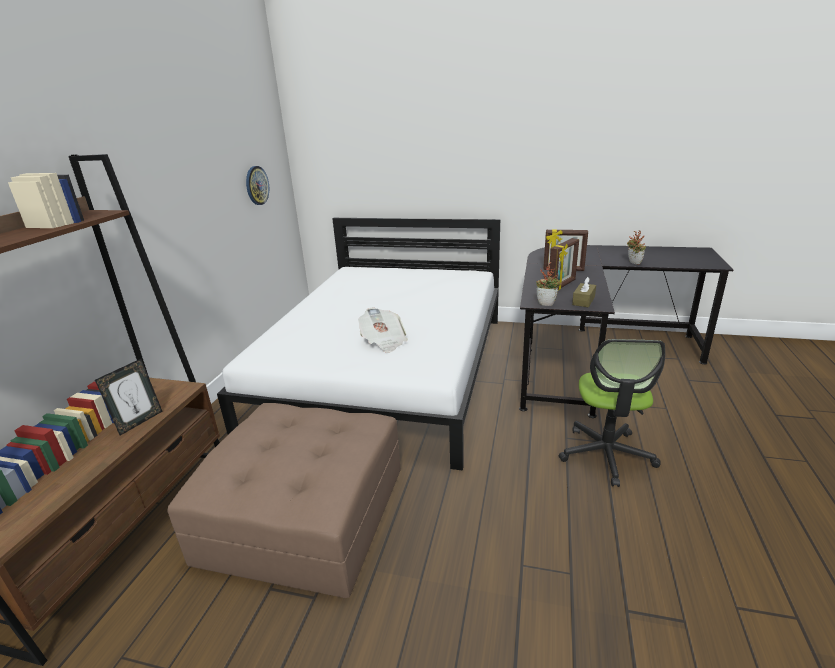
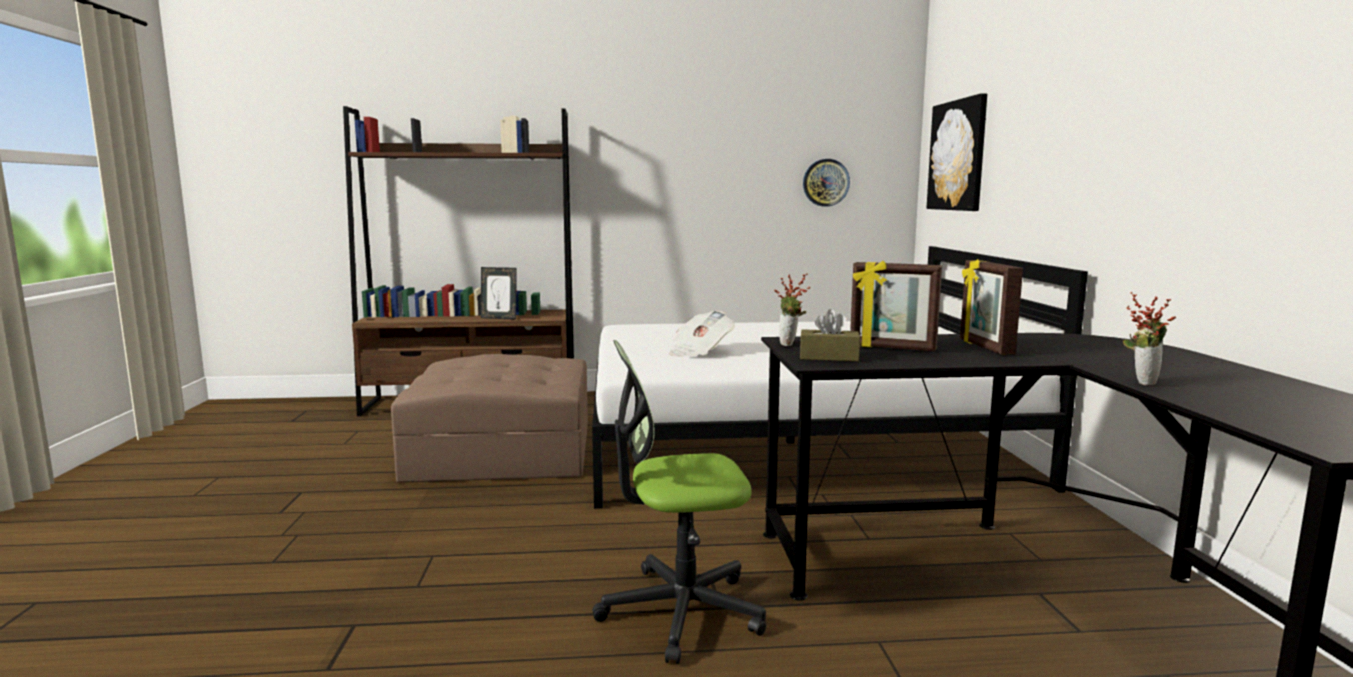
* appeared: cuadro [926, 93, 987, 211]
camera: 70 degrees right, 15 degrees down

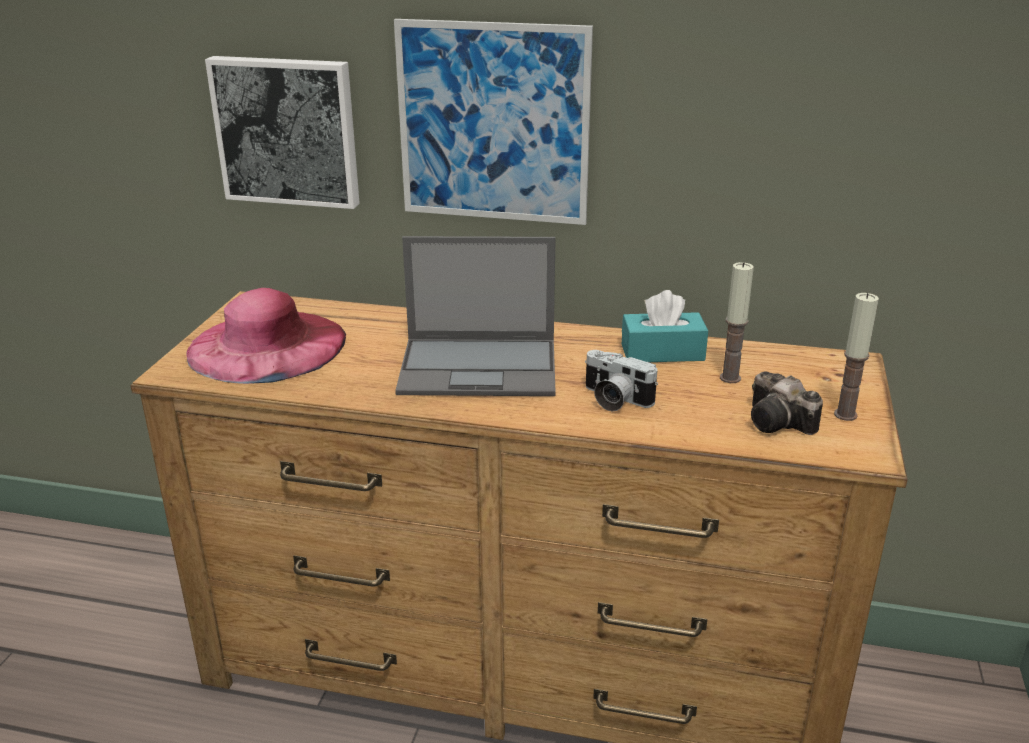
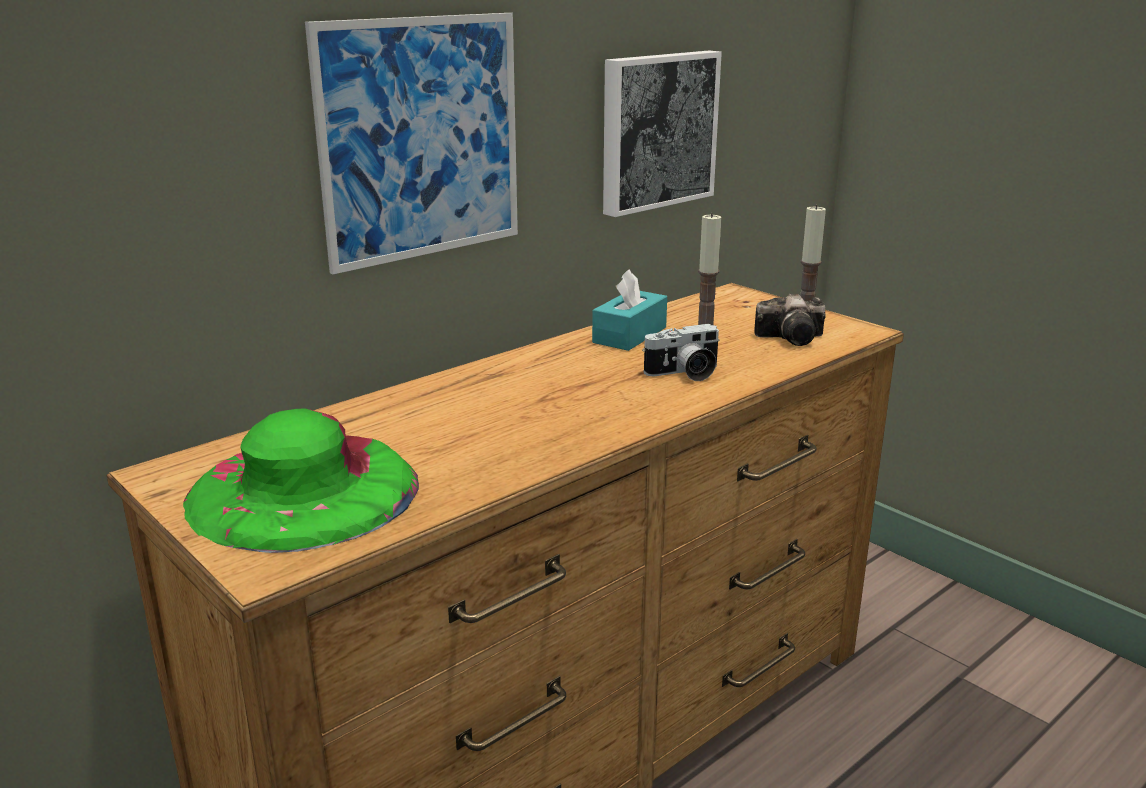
* colour: sombrero [rosa] [186, 288, 346, 384] to sombrero [verde] [183, 409, 419, 553]
* relocated: cuadro [205, 56, 360, 209] to [603, 51, 722, 217]
* missing: portátil [395, 236, 556, 396]
camera: 55 degrees left, 5 degrees down

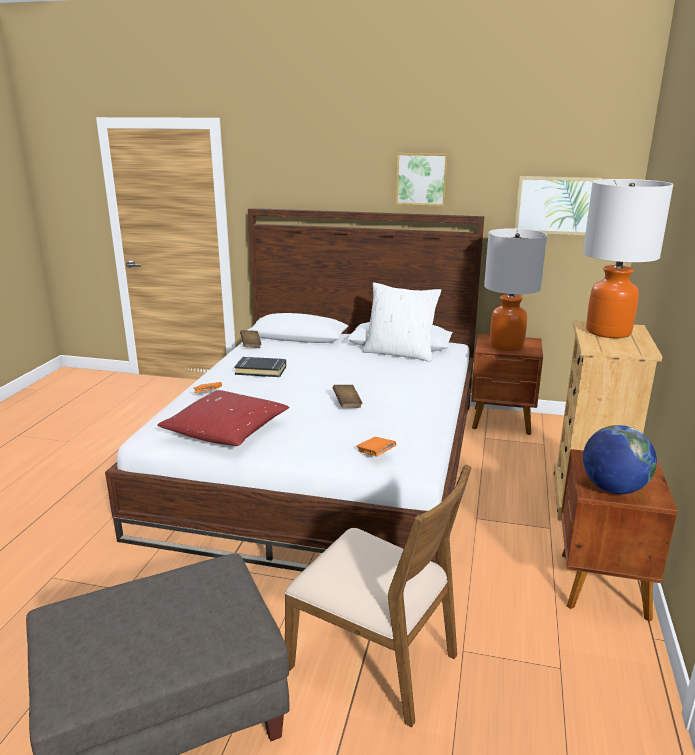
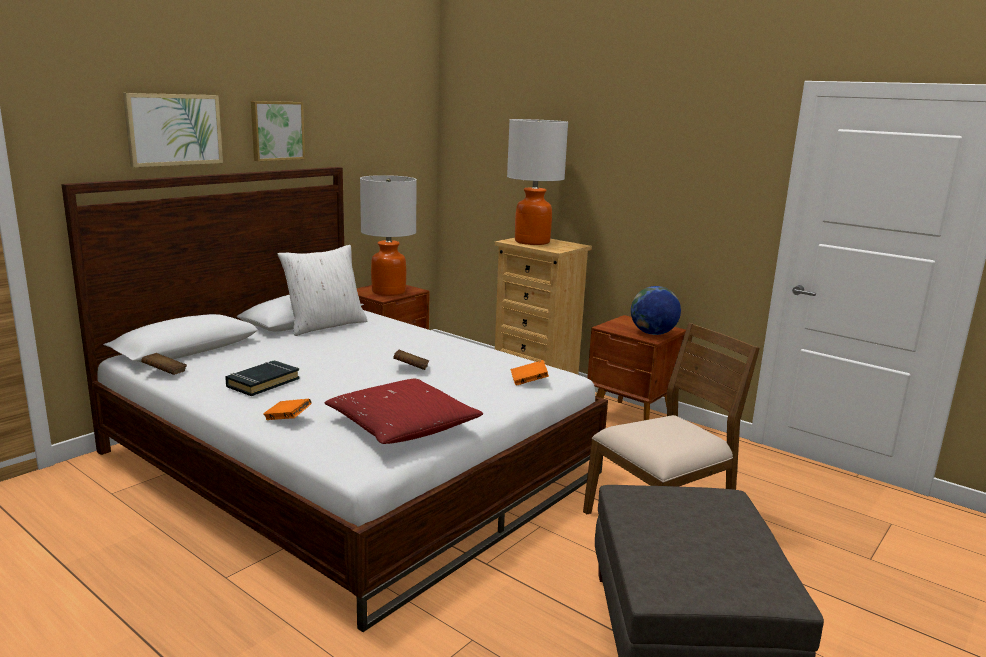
* relocated: cuadro [515, 176, 602, 235] to [123, 93, 223, 167]
camera: 65 degrees left, 5 degrees down

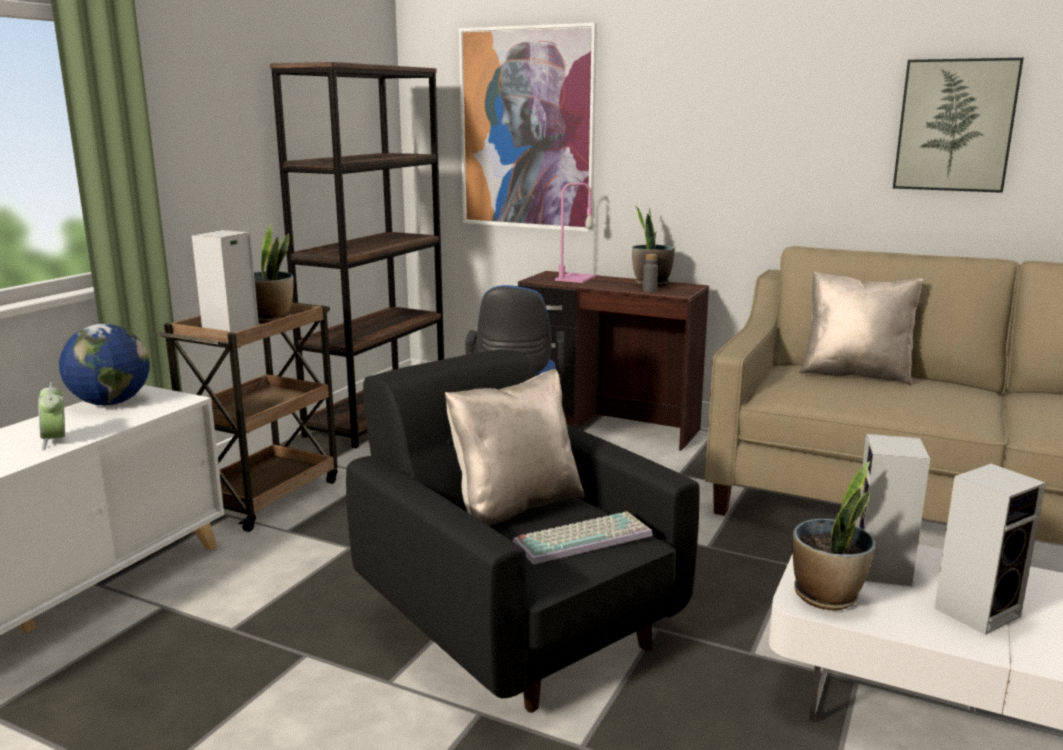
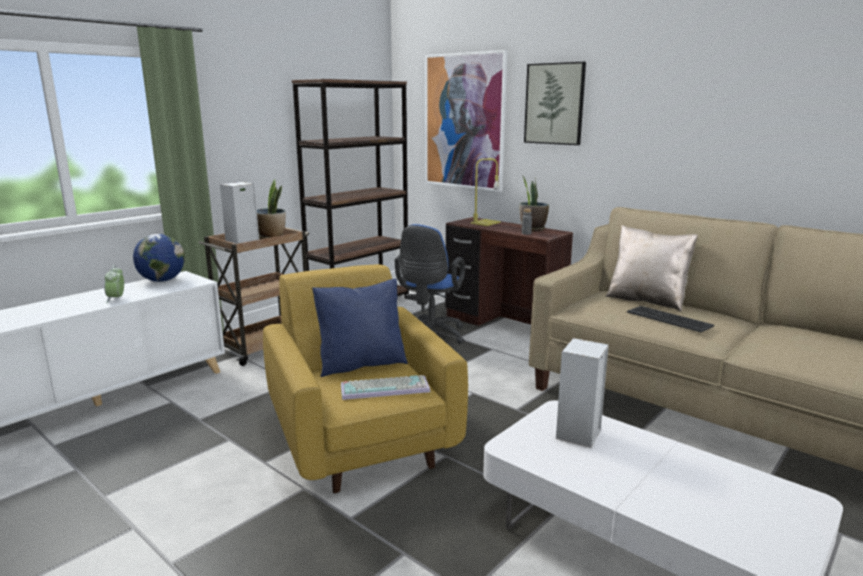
* colour: sillón [negro] [346, 349, 699, 713] to sillón [amarillo] [263, 264, 468, 493]
* colour: cojín [beis] [445, 369, 585, 526] to cojín [azul] [312, 279, 408, 377]
* colour: lámpara de mesa [rosa] [555, 183, 596, 283] to lámpara de mesa [amarillo] [471, 158, 501, 226]
* missing: planta en maceta [792, 461, 875, 610]
* relocated: cuadro [893, 58, 1024, 193] to [524, 62, 586, 145]
* missing: altavoz [934, 463, 1046, 635]
* appeared: teclado [627, 306, 714, 332]
camera: 15 degrees right, 0 degrees up

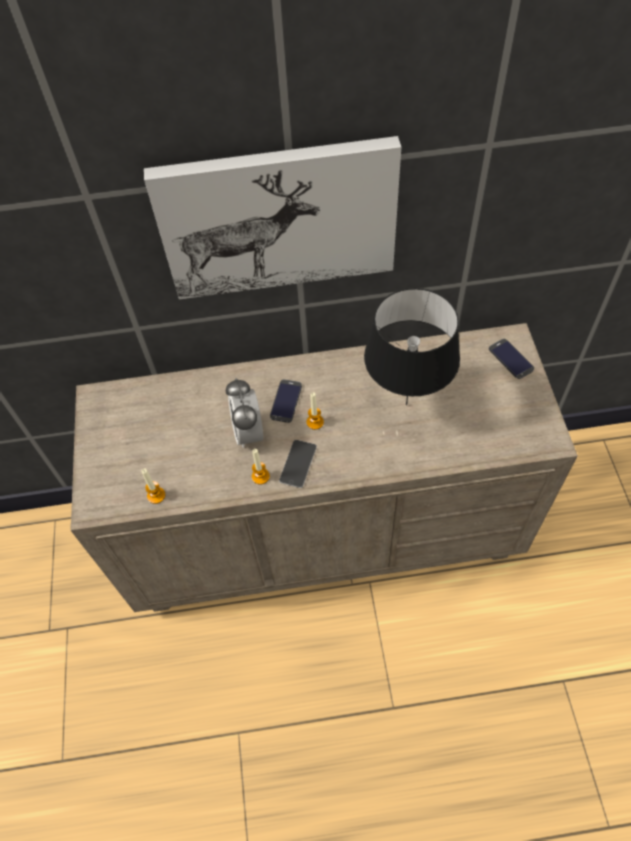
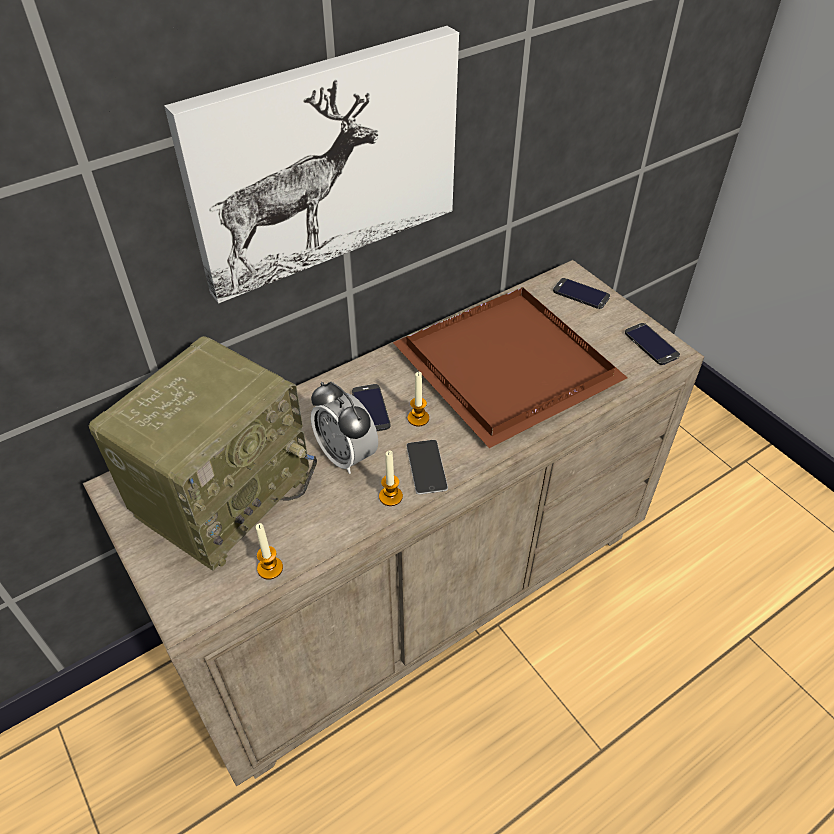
* exchanged: lámpara de mesa [negro] [364, 288, 460, 405] to bandeja [marrón] [393, 287, 628, 448]
* appeared: radio [89, 336, 317, 571]
* appeared: móvil [625, 323, 680, 365]
camera: 30 degrees left, 10 degrees down

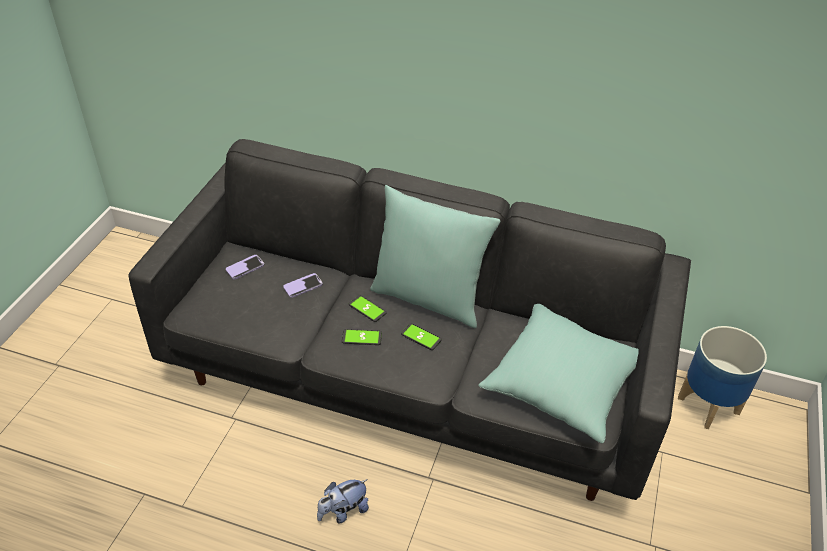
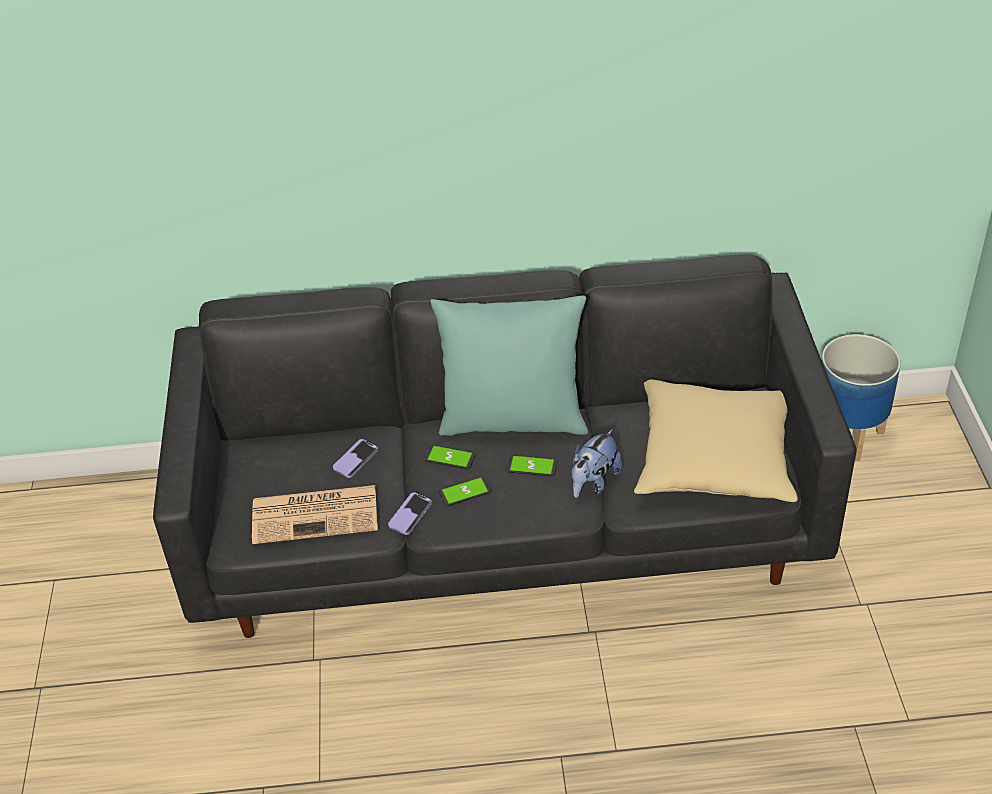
* relocated: móvil [226, 255, 264, 279] to [388, 492, 432, 535]
* relocated: peluche [317, 479, 369, 523] to [571, 429, 622, 498]
* colour: cojín [turquesa] [478, 304, 639, 443] to cojín [beis] [634, 379, 798, 502]
* appeared: periódico [252, 485, 378, 544]
camera: 20 degrees left, 0 degrees up

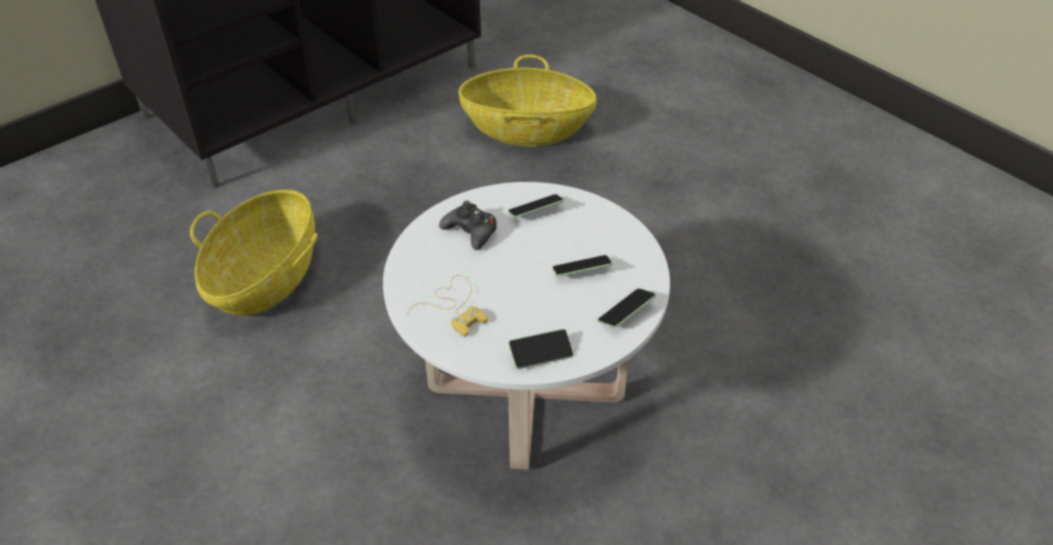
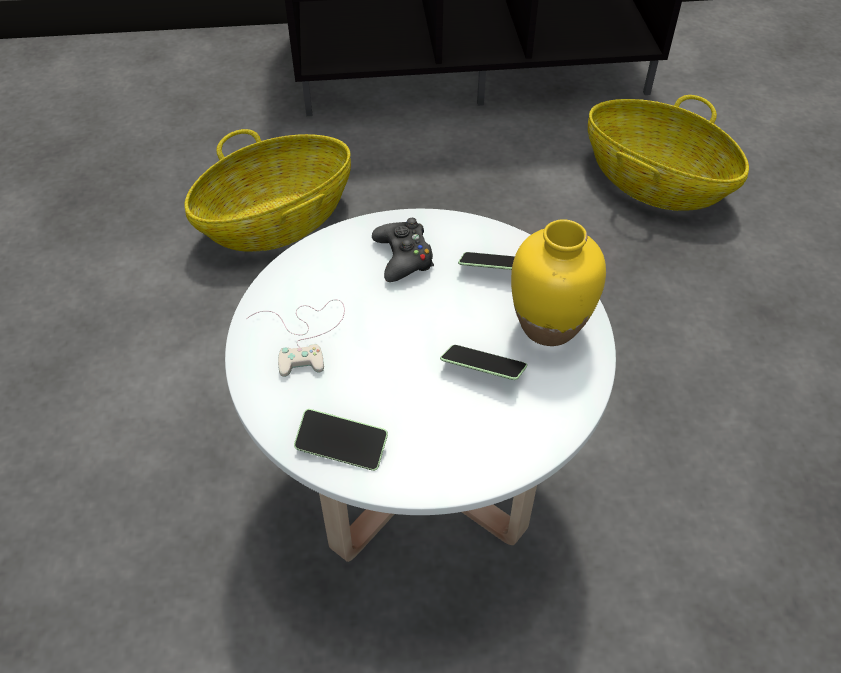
* colour: mando de consola [amarillo] [407, 275, 488, 337] to mando de consola [blanco] [246, 299, 345, 377]
* missing: móvil [598, 288, 657, 328]
* appeared: florero [amarillo] [511, 219, 606, 346]
camera: 35 degrees right, 5 degrees up

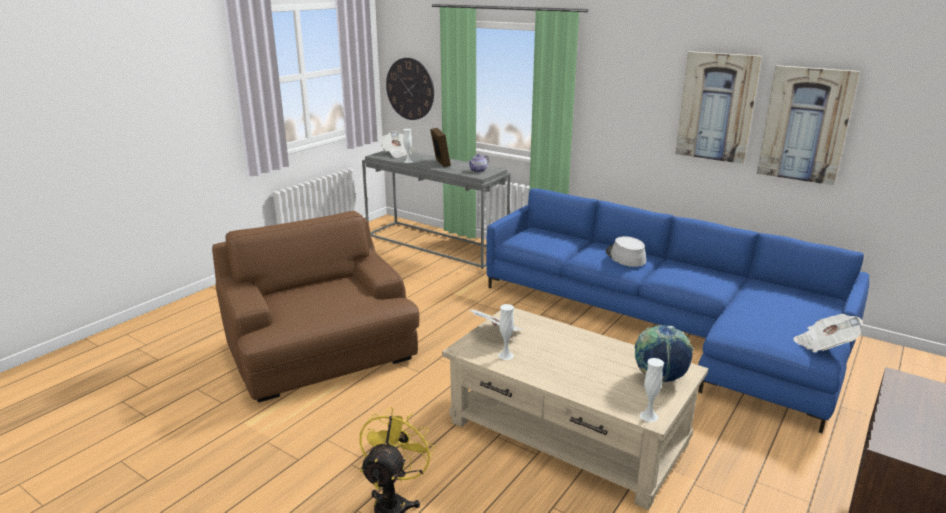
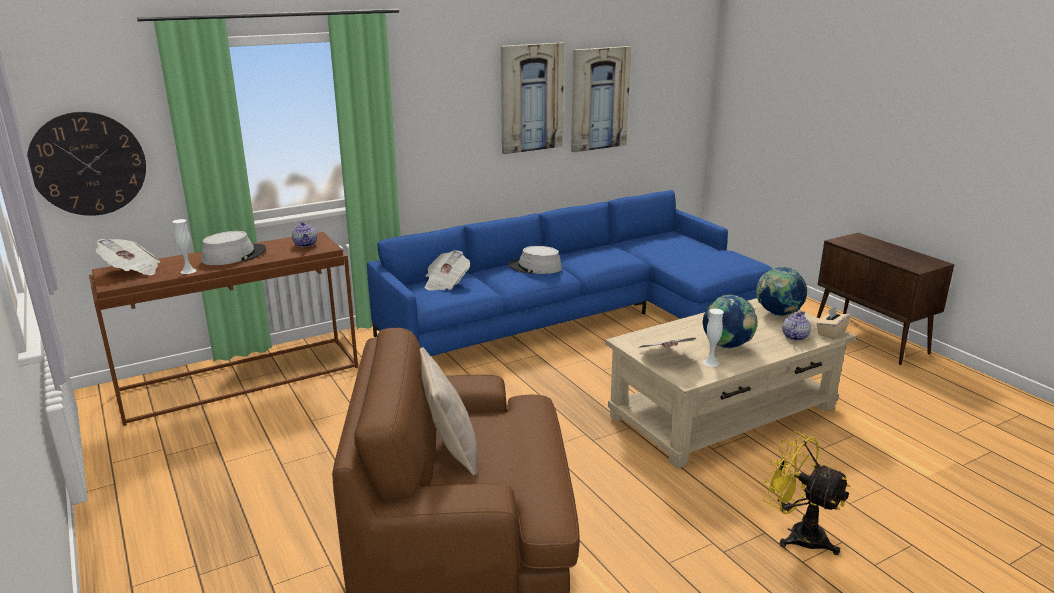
* colour: mesa consola [gris] [362, 150, 511, 269] to mesa consola [marrón] [89, 232, 358, 426]
* exchanged: portarretratos [430, 128, 451, 167] to sombrero [gris] [202, 231, 266, 265]
* exchanged: florero [blanco] [640, 358, 664, 422] to caja de pañuelos [beis] [816, 306, 851, 339]
* relocated: periódico [793, 314, 863, 353] to [425, 250, 470, 290]
* appeared: cojín [beis] [420, 347, 477, 475]
* appeared: globo terráqueo [703, 295, 758, 349]
* appeared: tetera [782, 311, 811, 341]
camera: 65 degrees left, 0 degrees up

